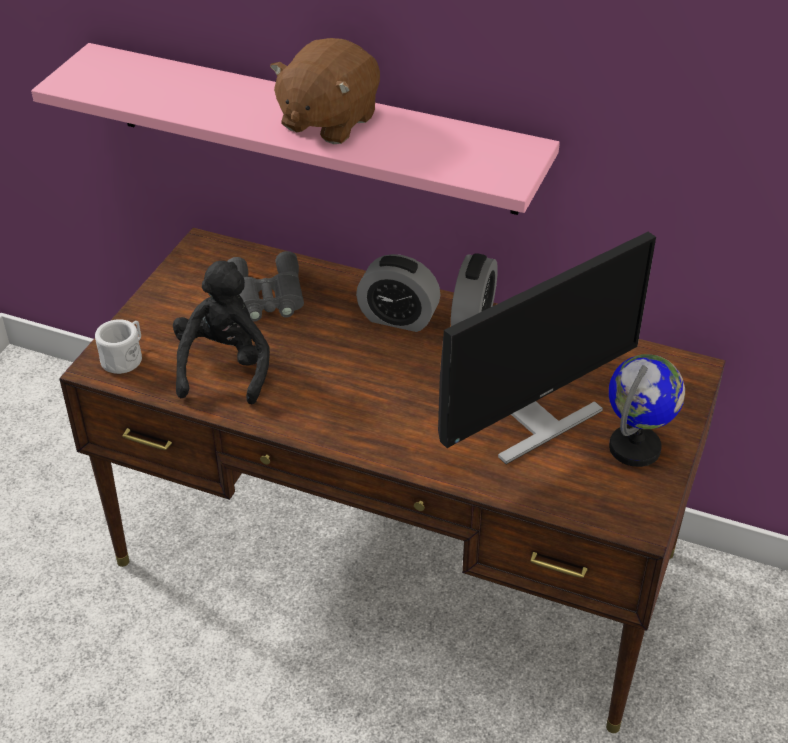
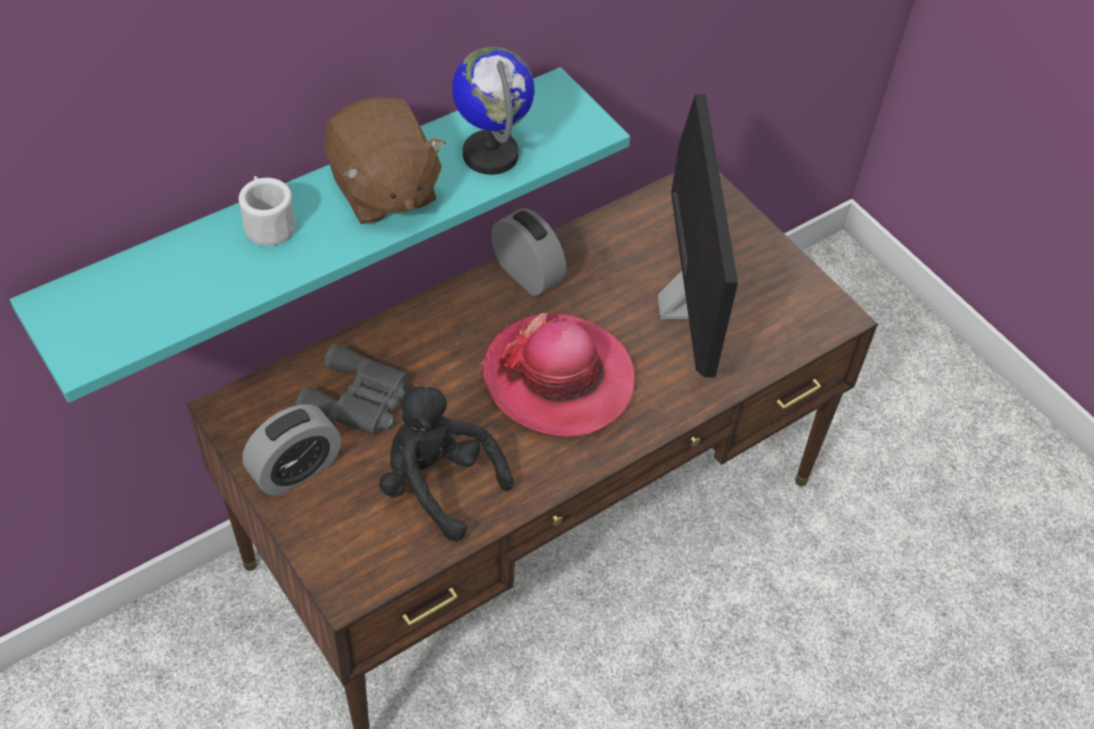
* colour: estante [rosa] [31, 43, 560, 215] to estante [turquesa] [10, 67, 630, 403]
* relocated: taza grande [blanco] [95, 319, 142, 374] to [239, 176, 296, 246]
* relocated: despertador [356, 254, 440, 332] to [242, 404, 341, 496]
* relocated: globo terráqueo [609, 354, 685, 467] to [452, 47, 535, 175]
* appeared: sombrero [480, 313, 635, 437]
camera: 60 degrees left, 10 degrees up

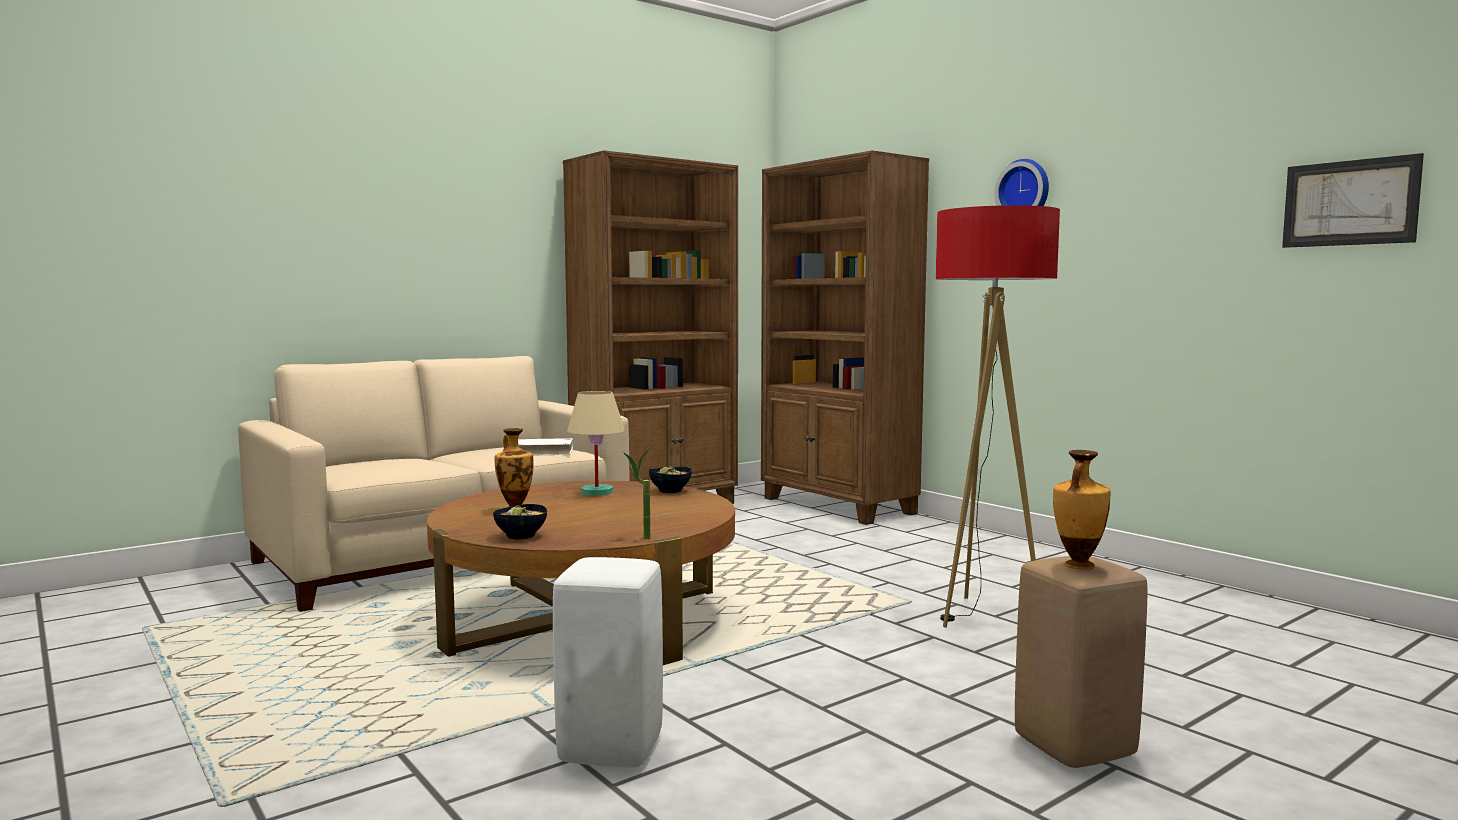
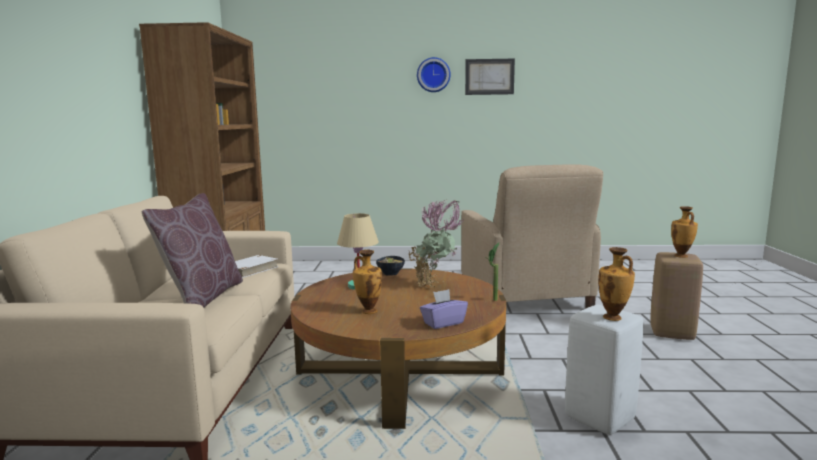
* exchanged: cuenco [493, 504, 547, 539] to caja de pañuelos [morado] [420, 289, 468, 329]
* missing: estantería [marrón] [761, 150, 929, 525]
* exchanged: lámpara de pie [936, 205, 1060, 628] to sillón [beis] [461, 164, 603, 308]
* relocated: cuadro [1282, 153, 1424, 248] to [465, 59, 515, 95]
* appeared: cojín [marrón] [142, 193, 243, 308]
* appeared: planta en maceta [408, 200, 465, 289]
* appeared: florero [598, 247, 635, 321]
camera: 50 degrees left, 5 degrees up

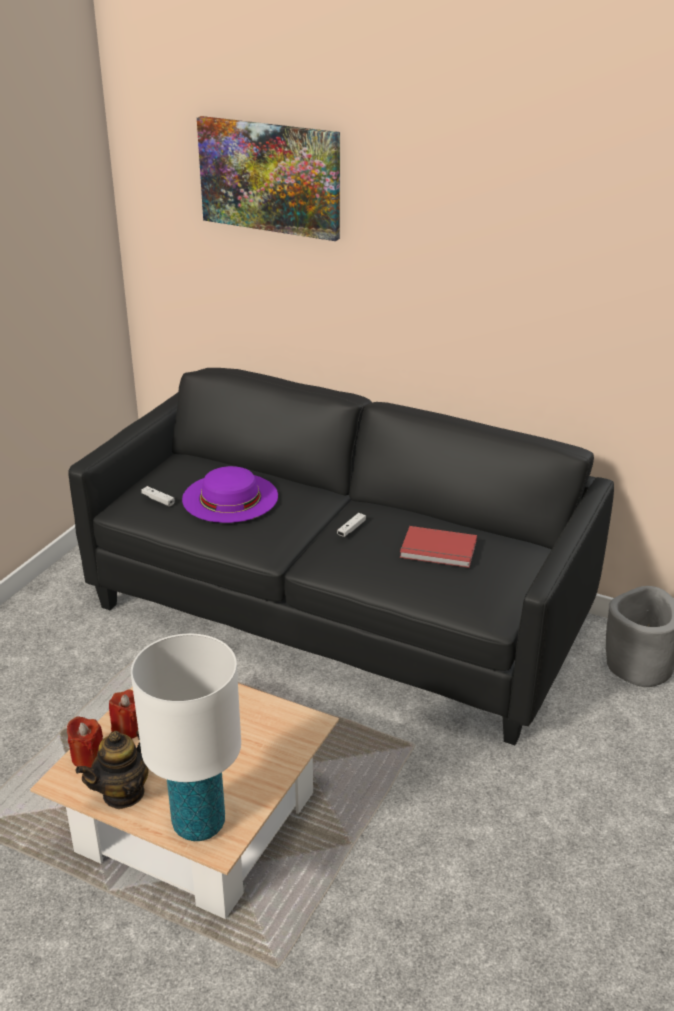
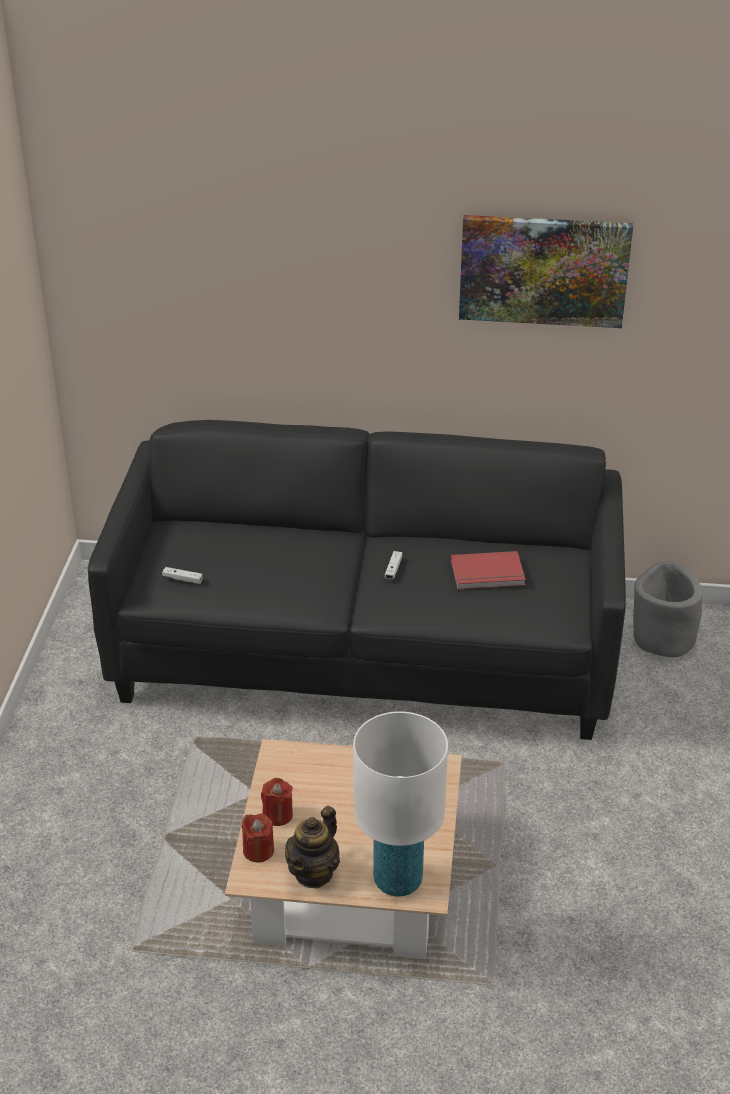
* missing: sombrero [morado] [182, 466, 278, 523]
* relocated: cuadro [197, 116, 340, 241] to [459, 215, 633, 328]
camera: 20 degrees left, 5 degrees up

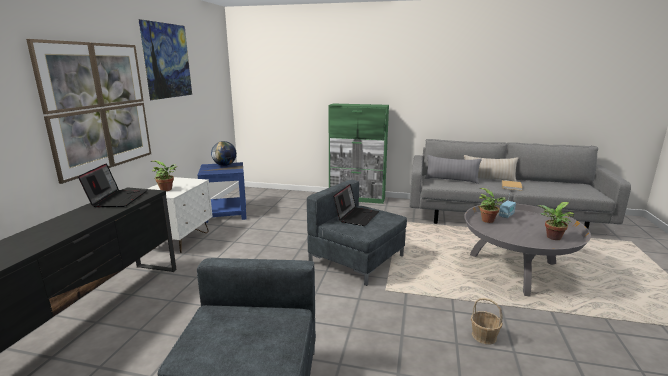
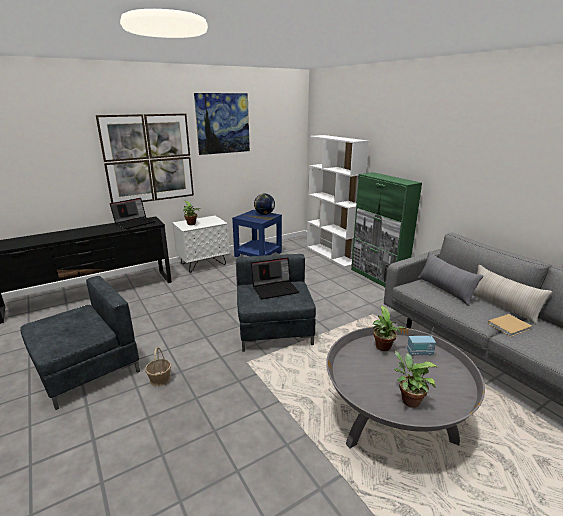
* relocated: cesta [471, 298, 503, 345] to [145, 347, 171, 387]
* appeared: estantería [blanco] [307, 135, 369, 267]
camera: 45 degrees right, 5 degrees up

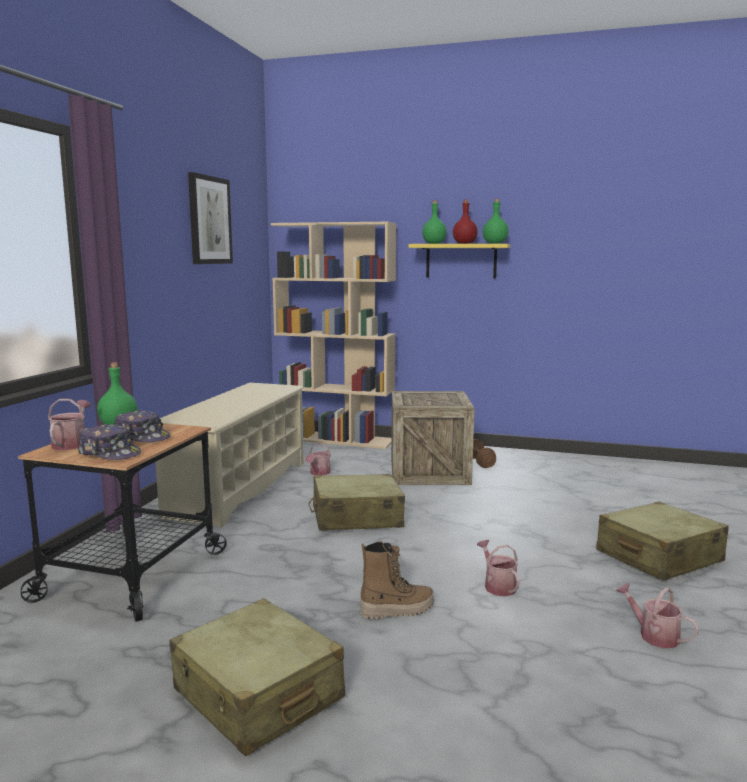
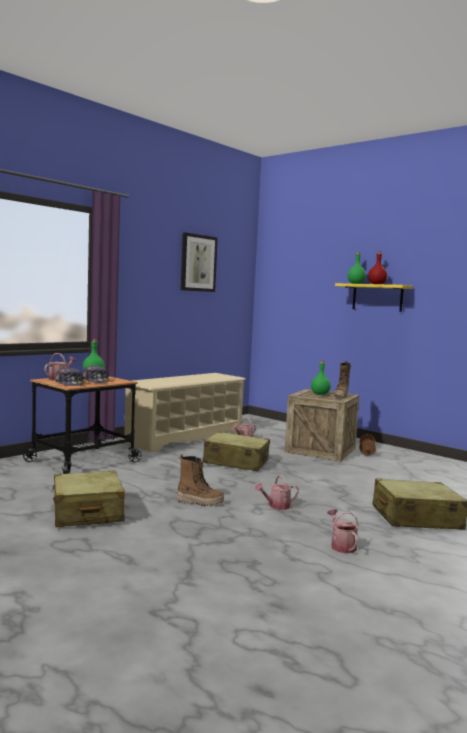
* missing: estantería [beis] [271, 222, 397, 449]
* spun: regadera [477, 540, 520, 597] = [255, 475, 299, 510] 120 degrees counterclockwise
* relocated: botella [verde] [483, 199, 508, 244] to [311, 361, 331, 395]
* appeared: bota [334, 361, 352, 397]
camera: 25 degrees right, 5 degrees down

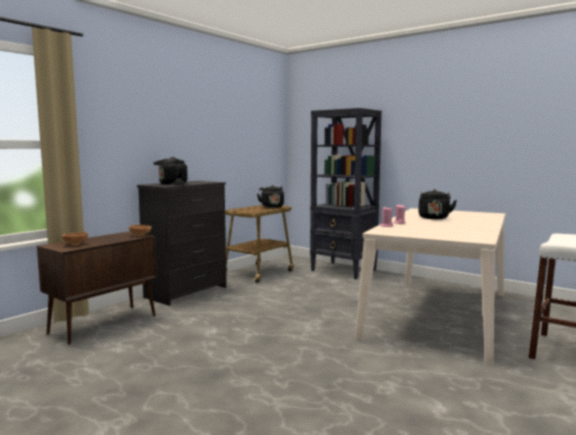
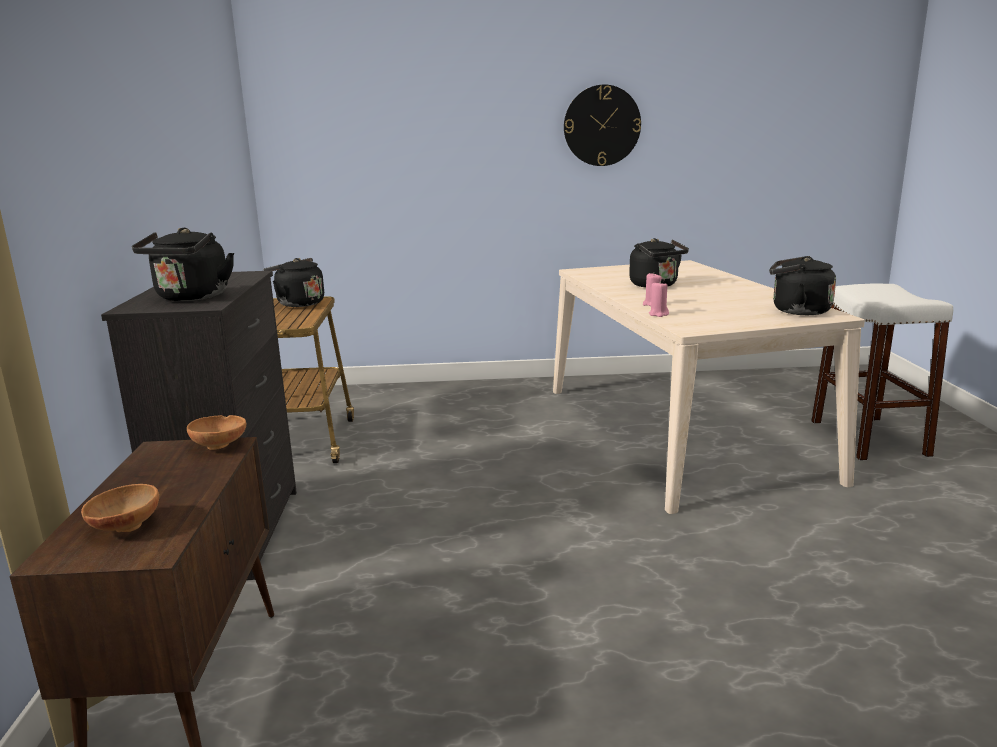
* missing: estantería [negro] [310, 108, 382, 279]
* appeared: reloj de pared [564, 84, 641, 166]
* appeared: hervidor [negro] [769, 256, 836, 315]
camera: 40 degrees left, 10 degrees up

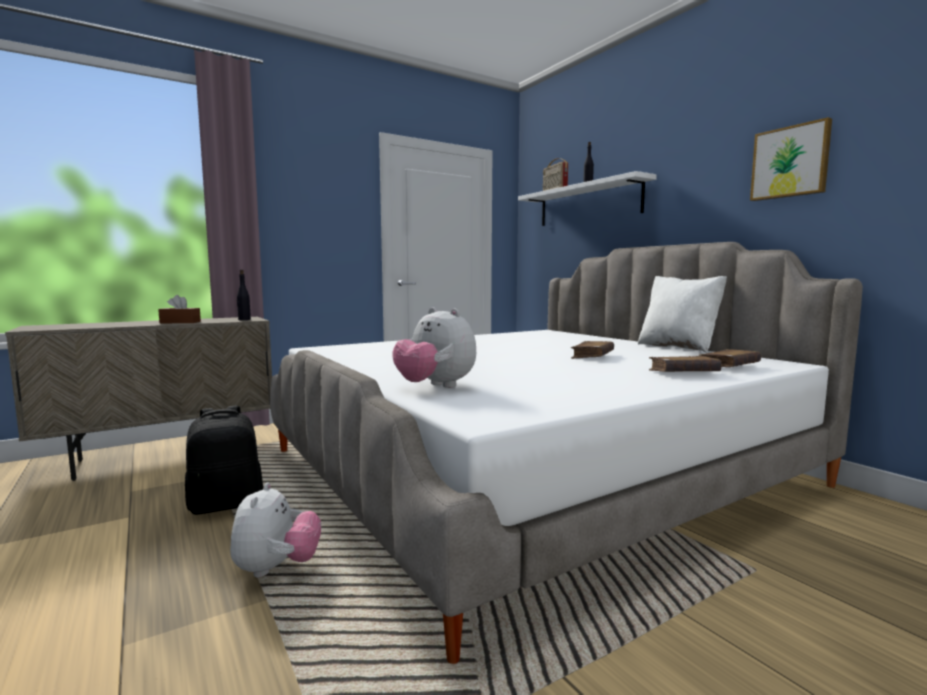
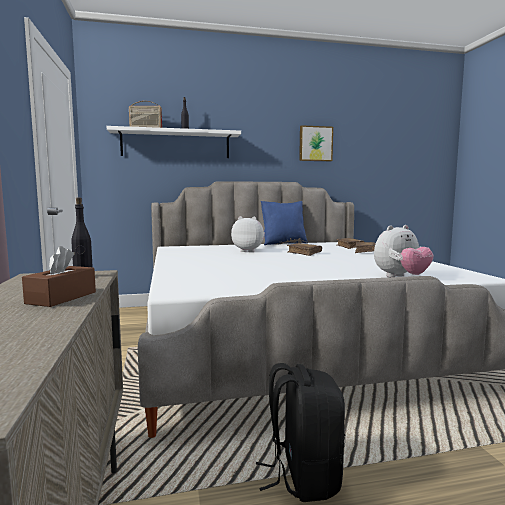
* relocated: peluche [230, 483, 321, 578] to [231, 216, 265, 252]
* colour: cojín [blanco] [638, 276, 727, 353] to cojín [azul] [261, 201, 308, 245]
camera: 70 degrees left, 0 degrees up

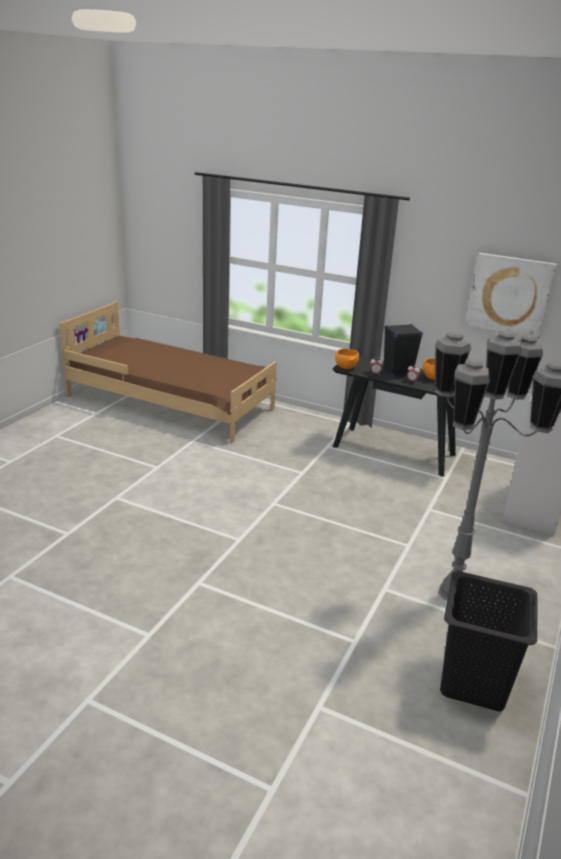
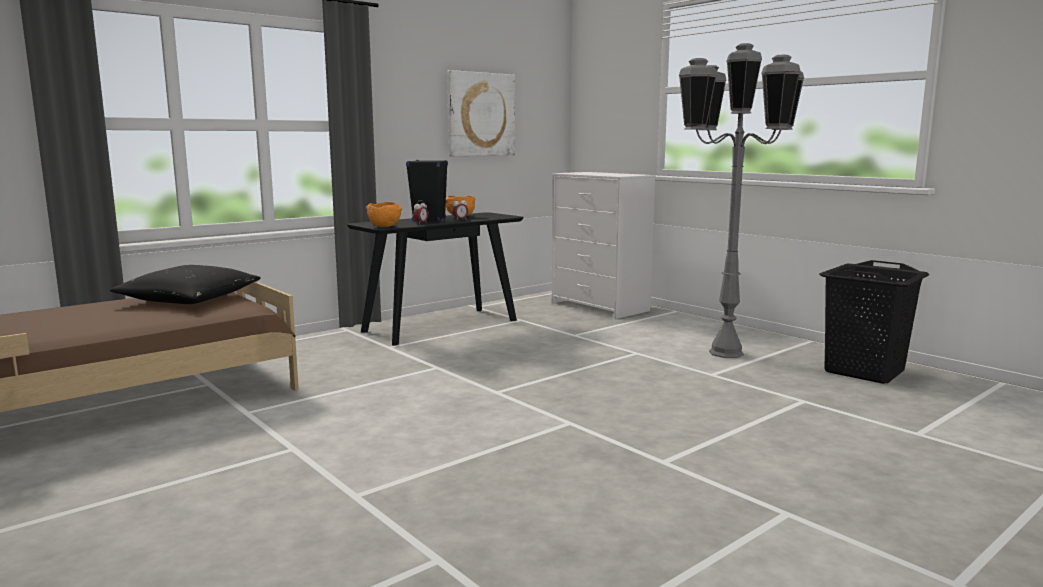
* appeared: cojín [negro] [109, 265, 261, 304]
camera: 65 degrees left, 15 degrees down

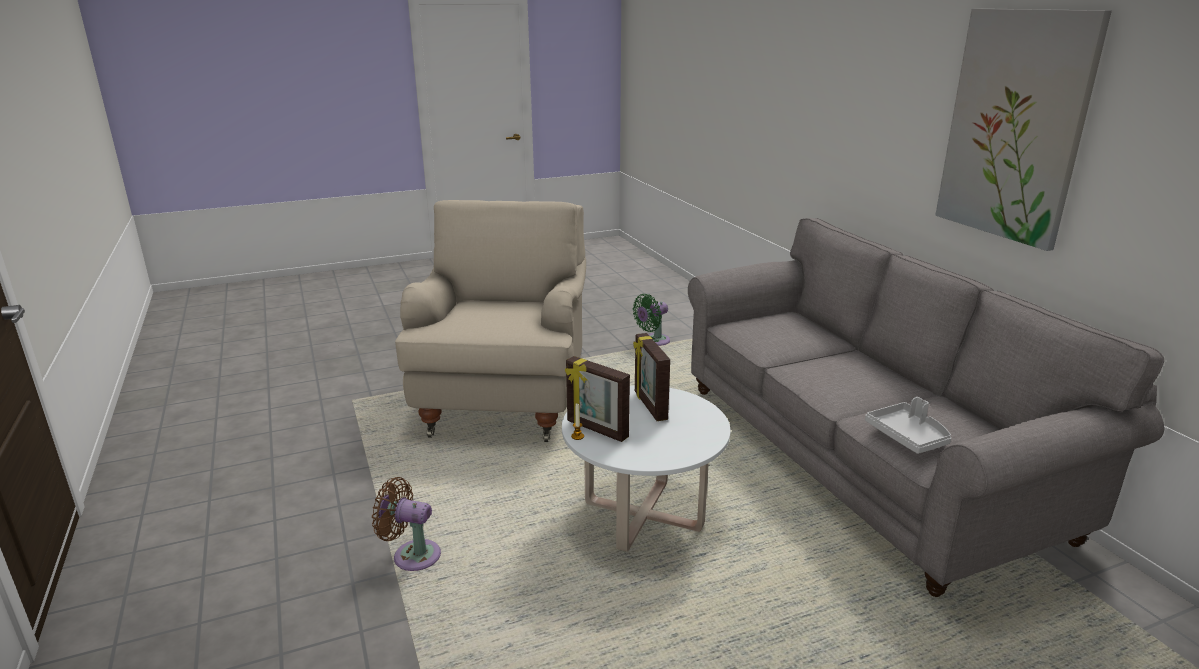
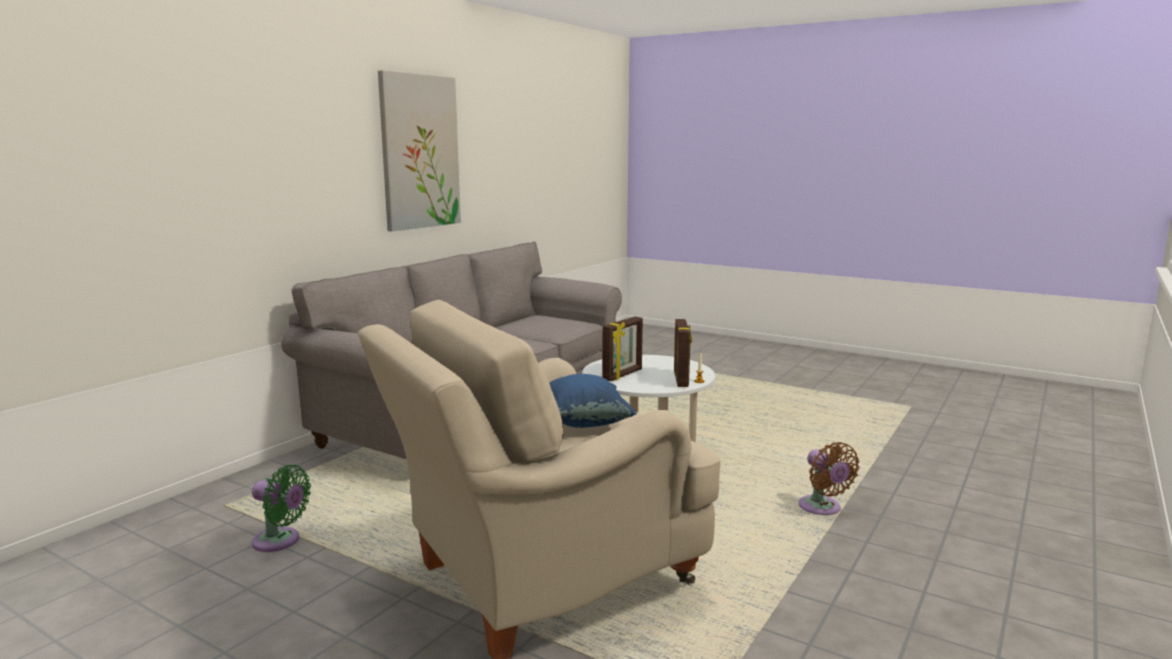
* missing: bandeja [gris] [865, 397, 951, 454]
* appeared: cojín [azul] [549, 374, 637, 428]
camera: 125 degrees left, 10 degrees down

